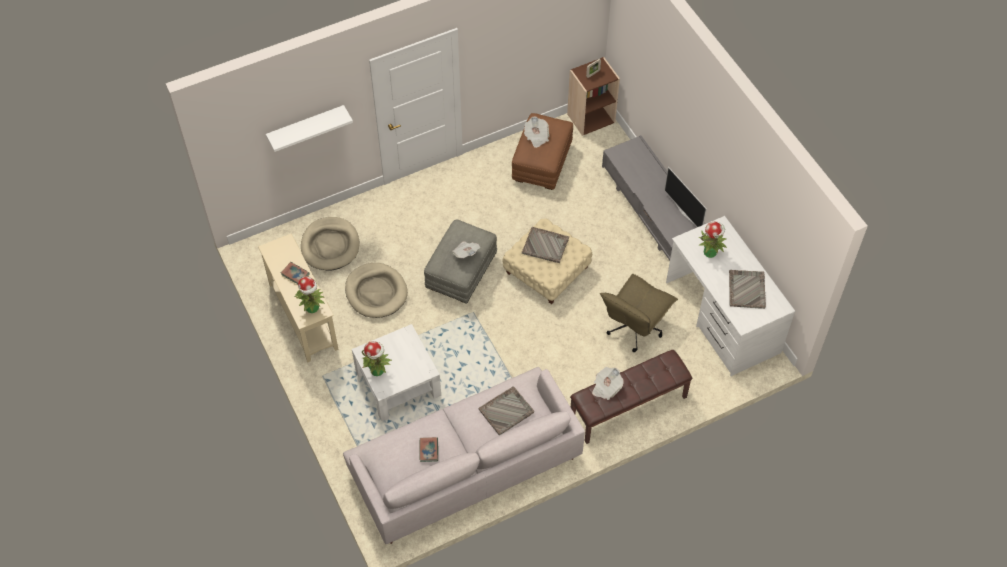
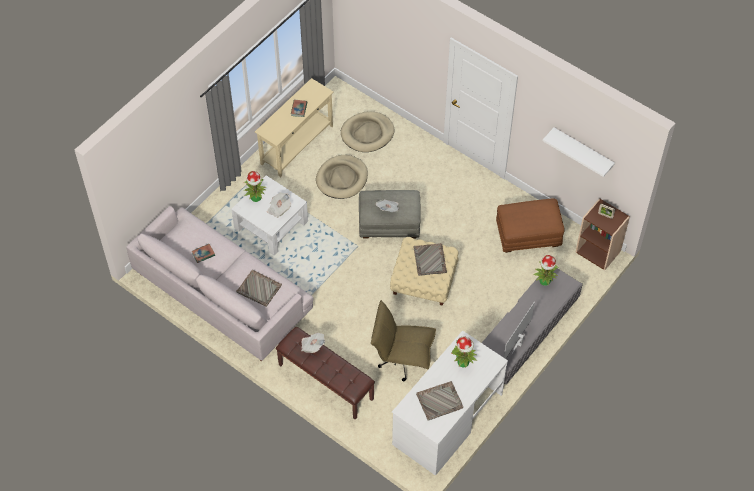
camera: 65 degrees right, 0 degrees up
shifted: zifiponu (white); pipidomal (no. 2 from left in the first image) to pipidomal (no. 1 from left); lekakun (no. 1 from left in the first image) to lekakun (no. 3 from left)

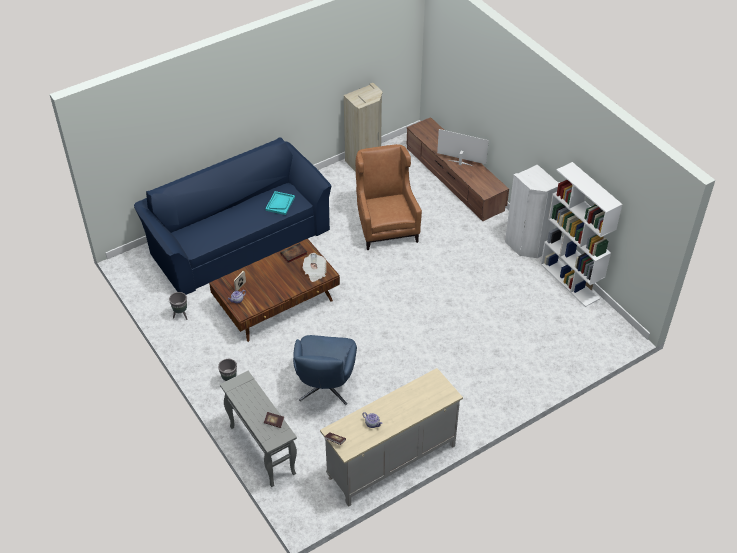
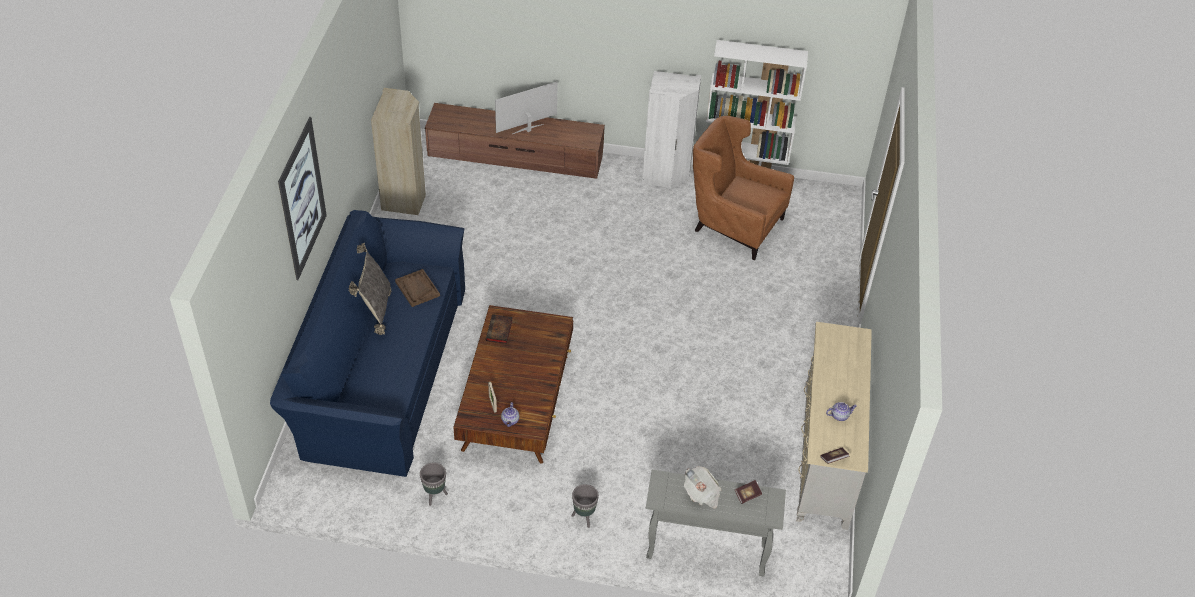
camera: 50 degrees left, 0 degrees up
gone: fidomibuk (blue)
new: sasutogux; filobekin
shifted: fidomibuk (brown); pipidomal
repainted: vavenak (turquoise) to vavenak (brown)

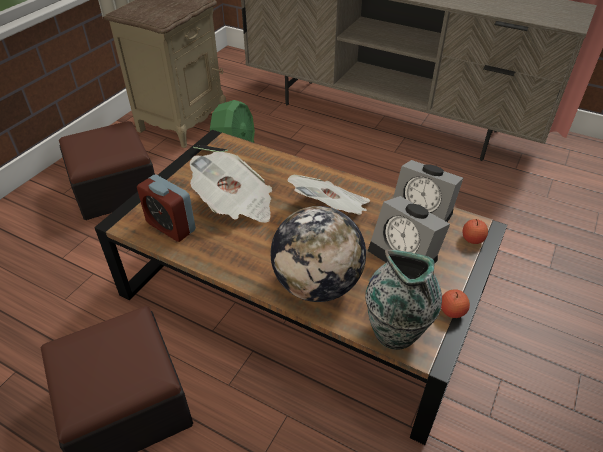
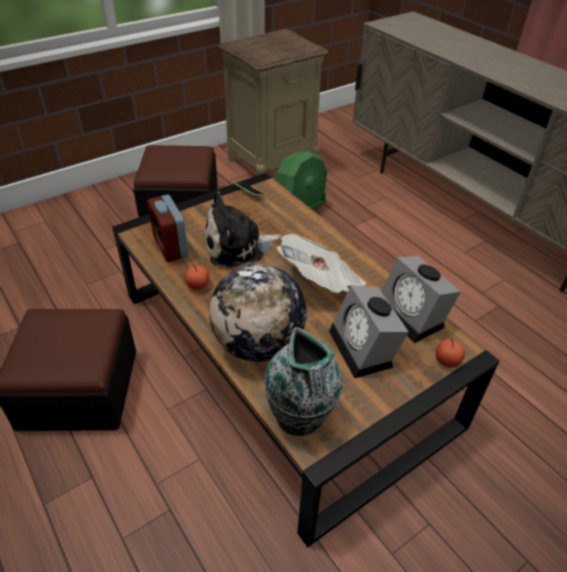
camera: 25 degrees right, 0 degrees up
shifted: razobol (no. 1 from left)
swapped: pipidomal (no. 1 from left) to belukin

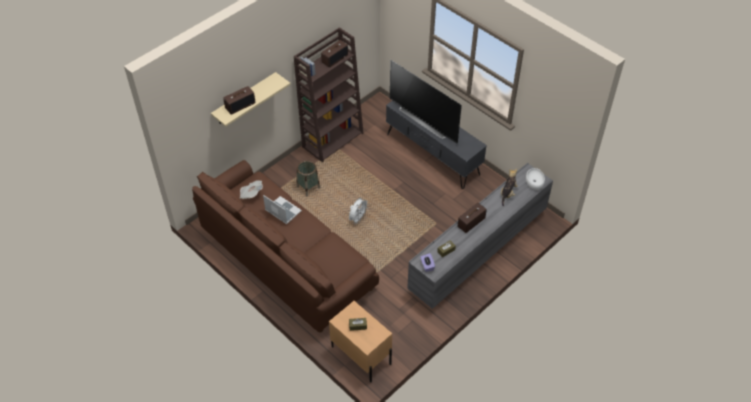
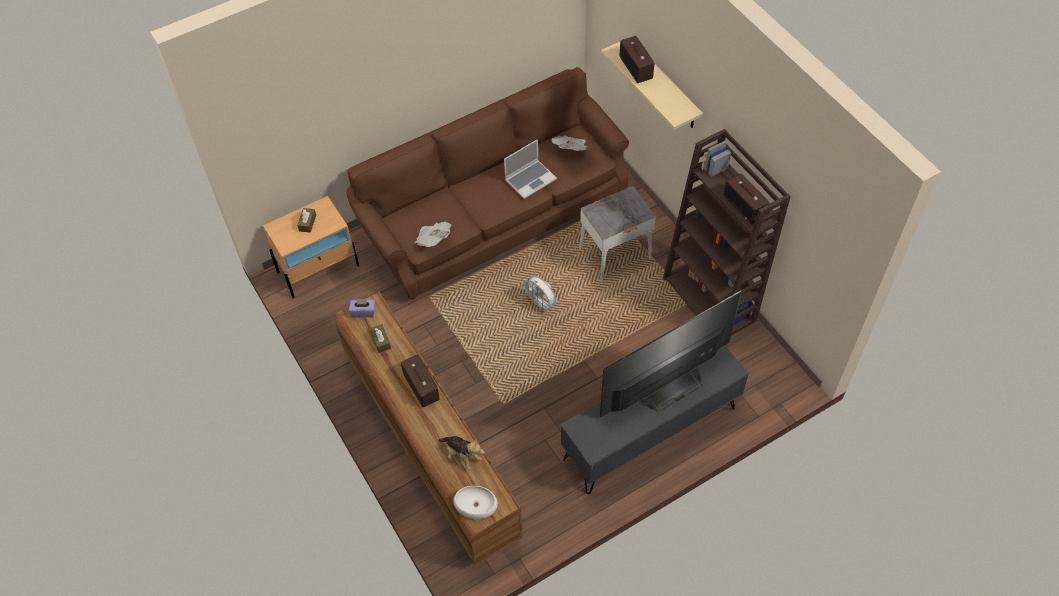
camera: 105 degrees right, 5 degrees up
new: pipidomal (no. 1 from left)
swapped: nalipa to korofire
repainted: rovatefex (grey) to rovatefex (brown)

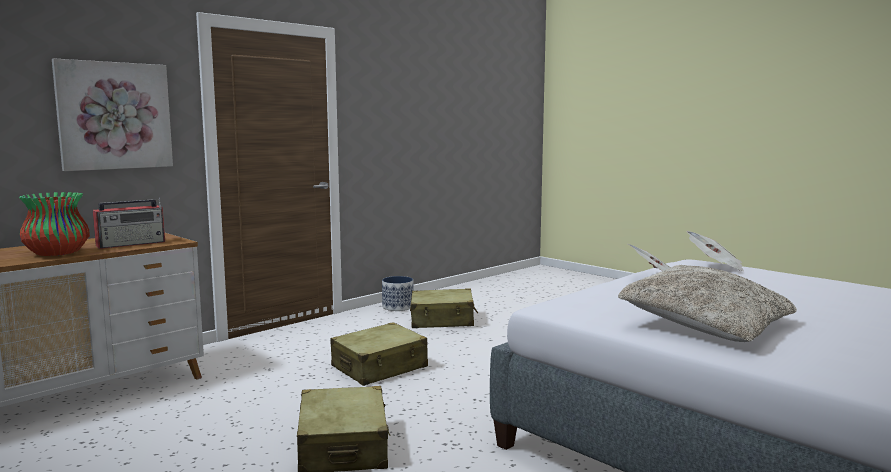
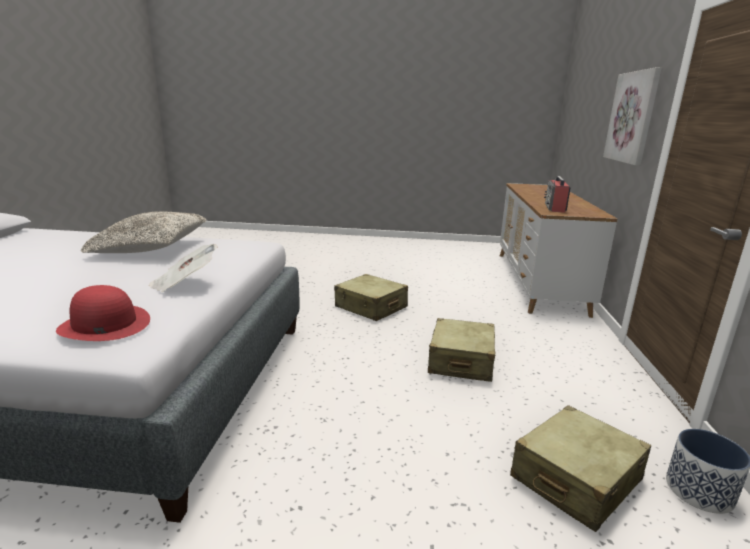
camera: 140 degrees right, 10 degrees up
gone: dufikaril
swapped: pipidomal (no. 2 from left) to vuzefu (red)

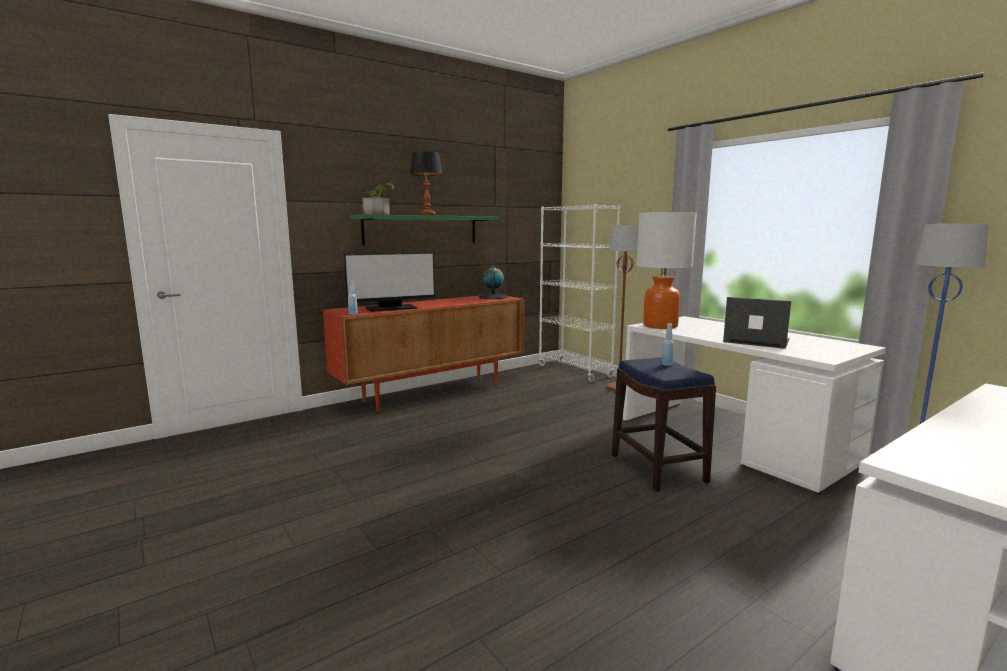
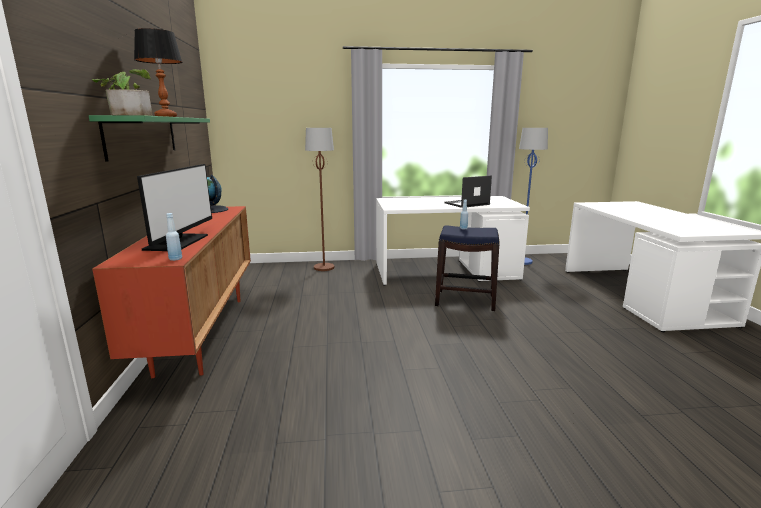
camera: 60 degrees left, 5 degrees up
gone: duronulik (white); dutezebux (no. 2 from left)

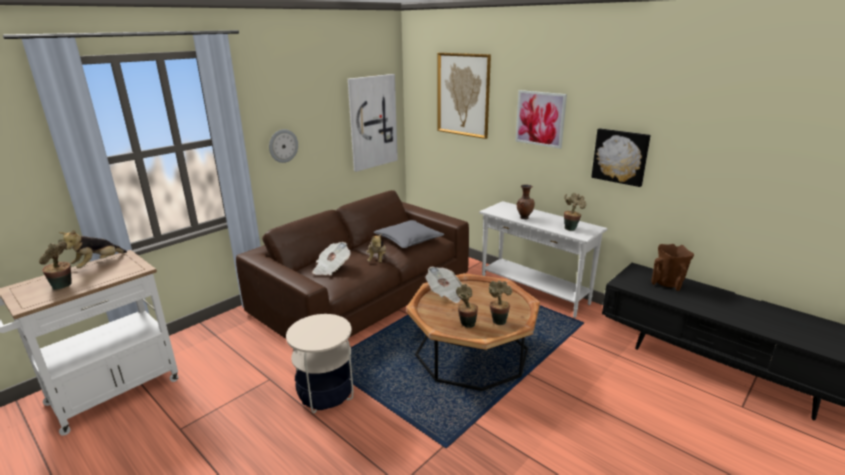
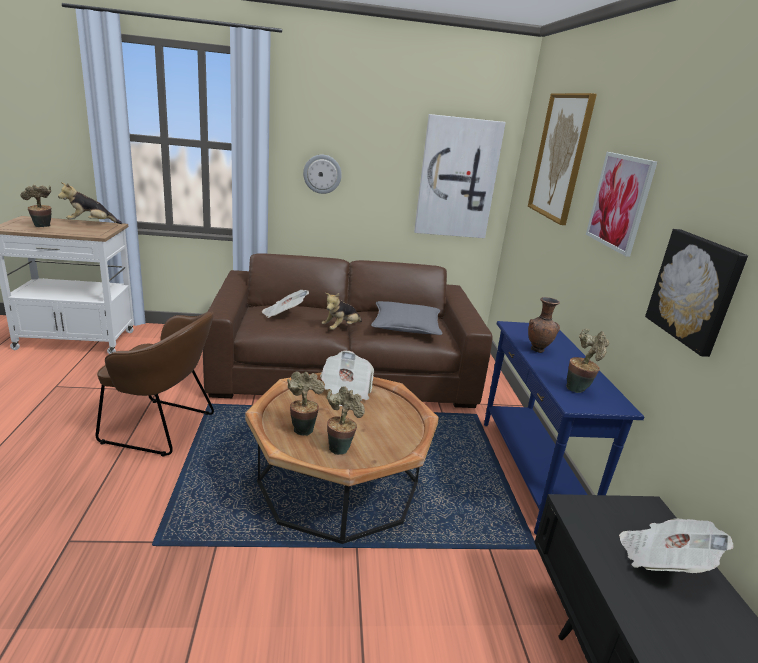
camera: 40 degrees right, 0 degrees up
swapped: dufikaril (brown) (no. 2 from left) to pipidomal (no. 3 from left); korofire (beige) to fidomibuk (brown)
repainted: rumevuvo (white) to rumevuvo (blue)

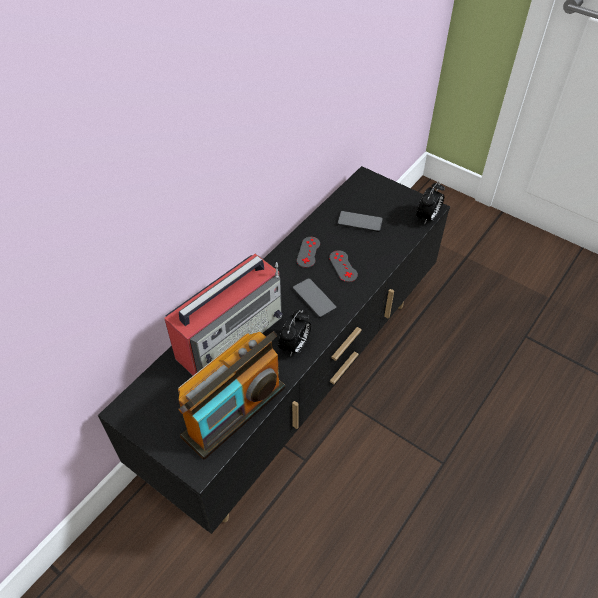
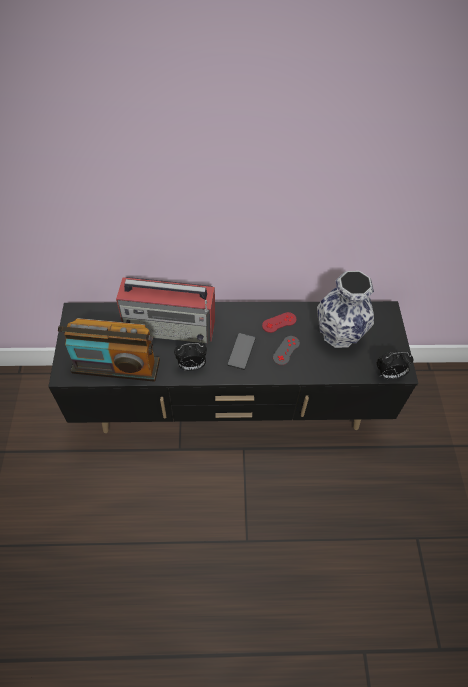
camera: 50 degrees right, 5 degrees up
swapped: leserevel (no. 2 from left) to dufikaril
repainted: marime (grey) (no. 1 from left) to marime (red)

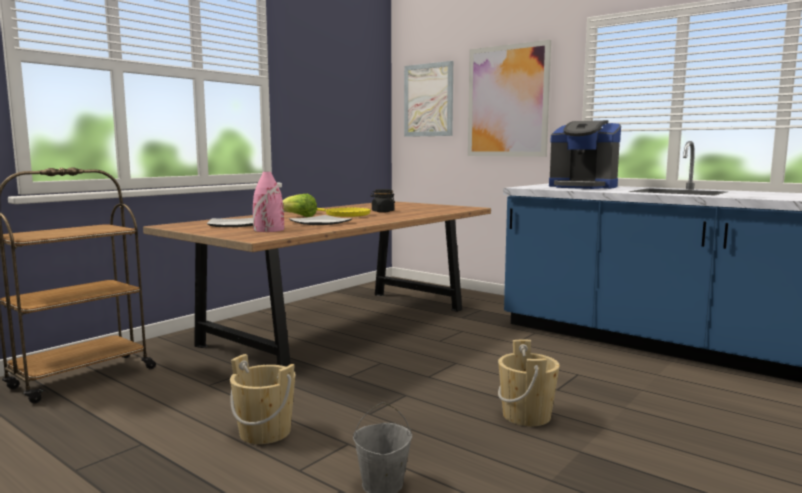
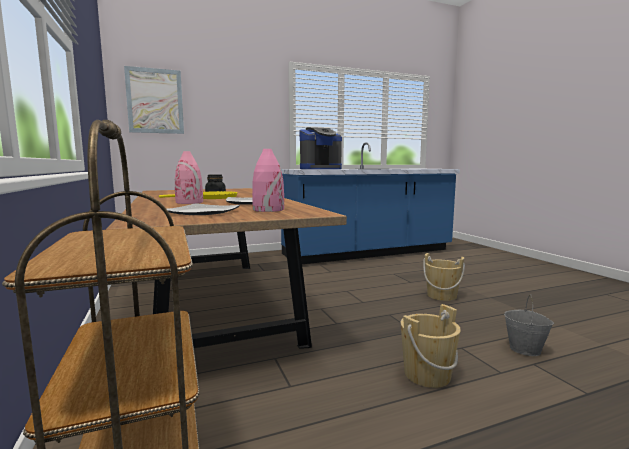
camera: 60 degrees left, 0 degrees up
gone: sasutogux (no. 2 from left)
swapped: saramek to dufikaril (pink) (no. 1 from left)

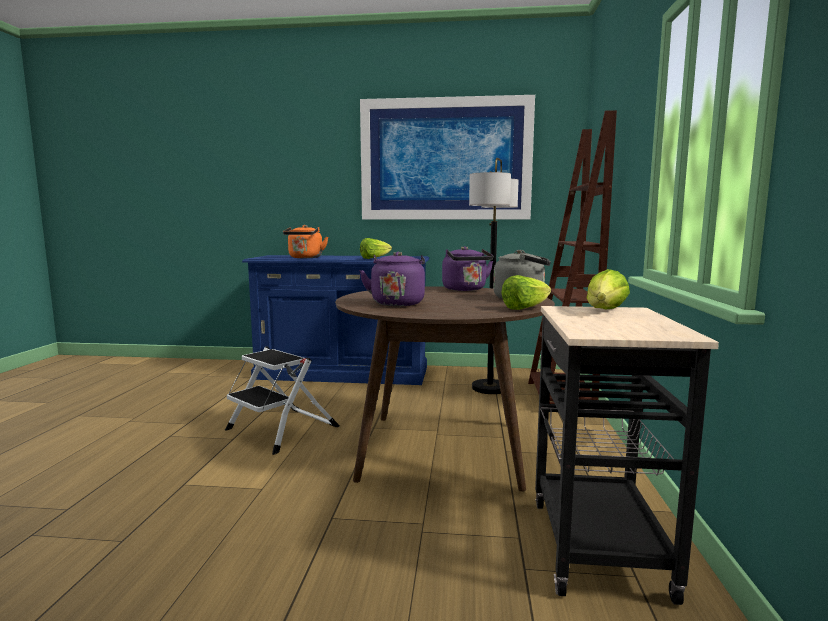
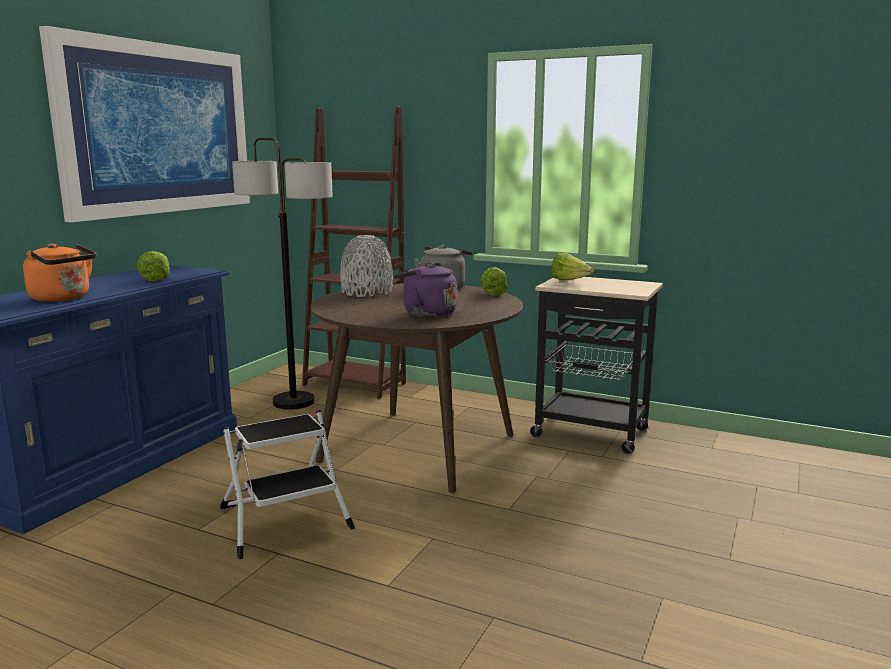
camera: 70 degrees left, 5 degrees up
swapped: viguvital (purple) (no. 2 from left) to dufikaril (grey)

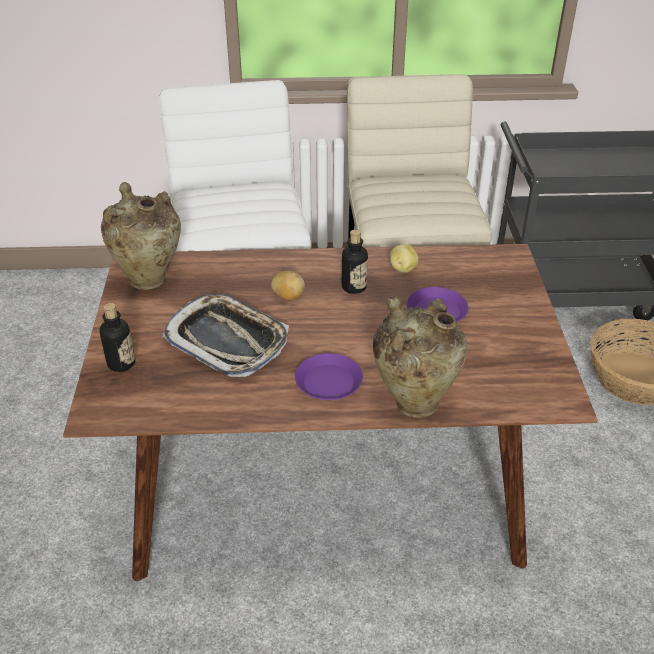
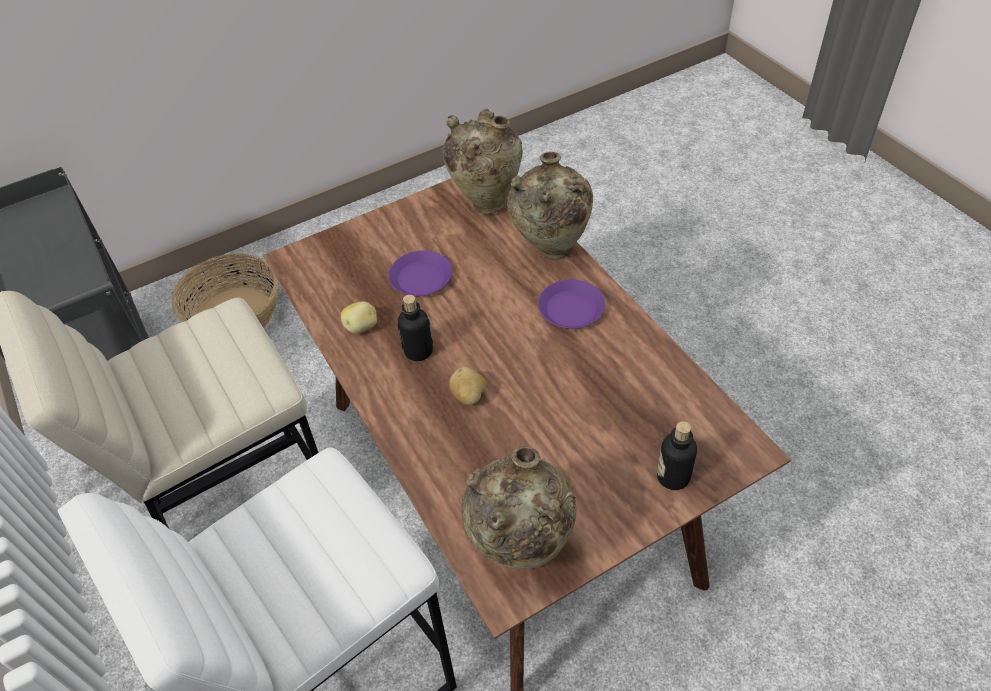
camera: 115 degrees left, 10 degrees up
gone: vavenak
new: dufikaril (beige) (no. 1 from left)

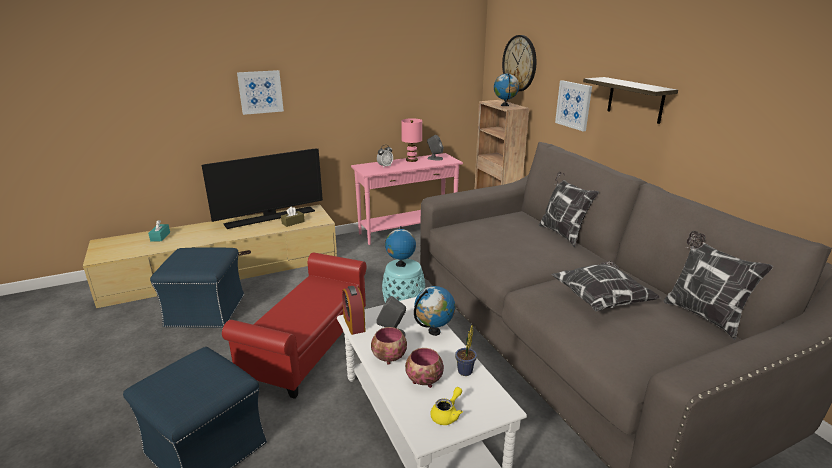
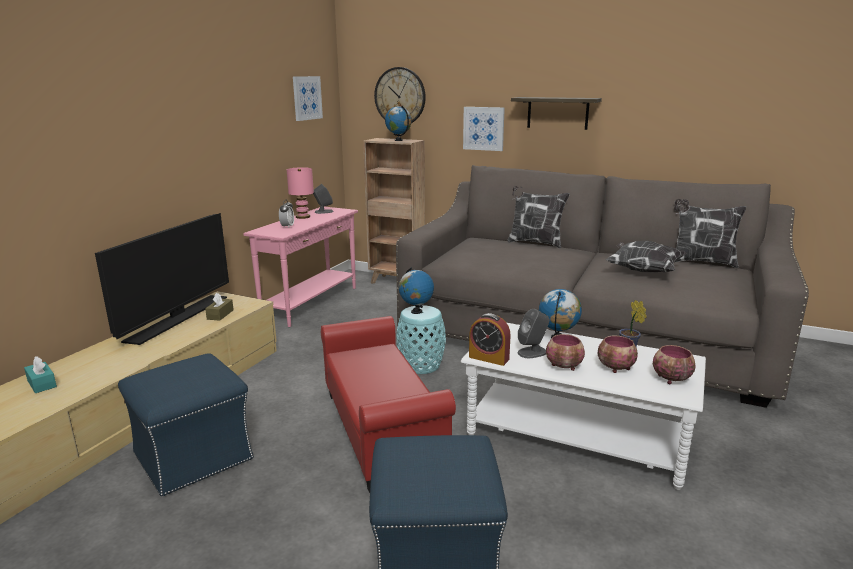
camera: 40 degrees left, 5 degrees down
shifted: sasutogux (no. 1 from left)
swapped: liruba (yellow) to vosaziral (no. 3 from left)

